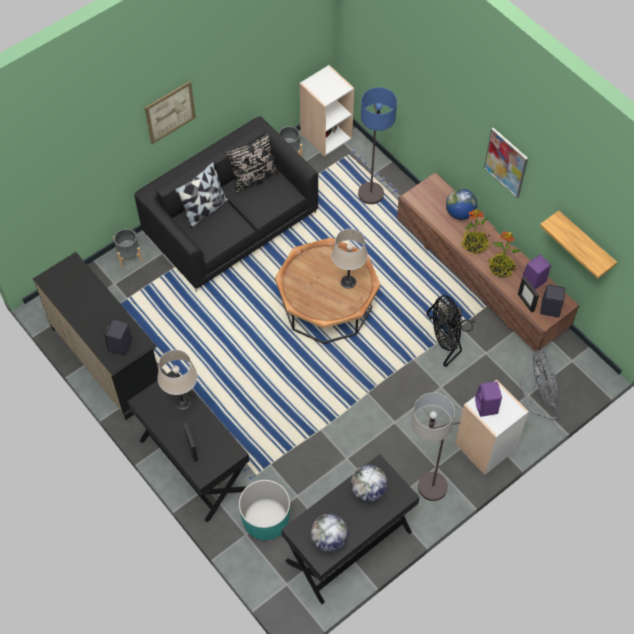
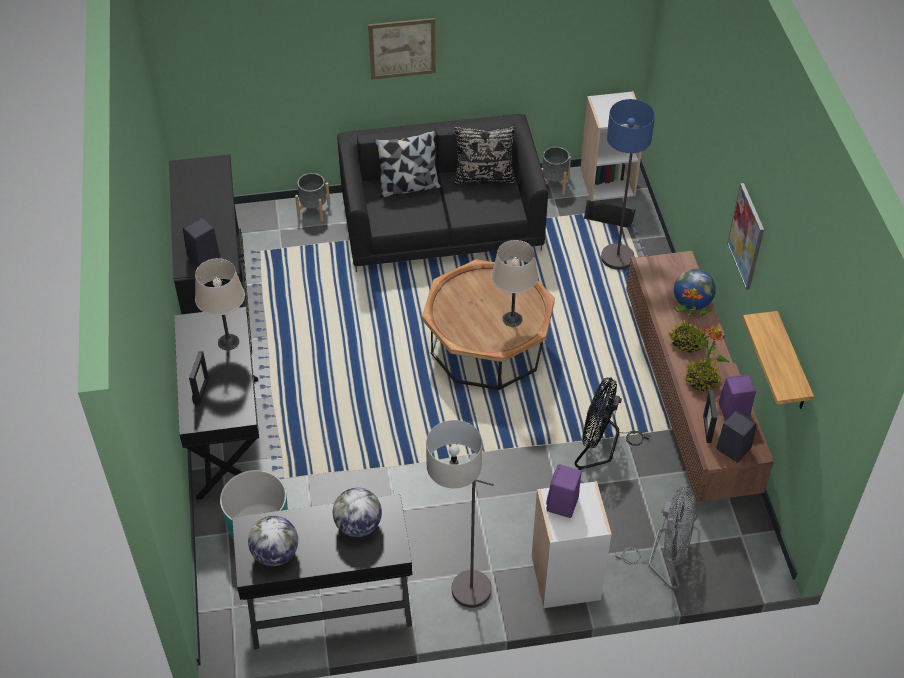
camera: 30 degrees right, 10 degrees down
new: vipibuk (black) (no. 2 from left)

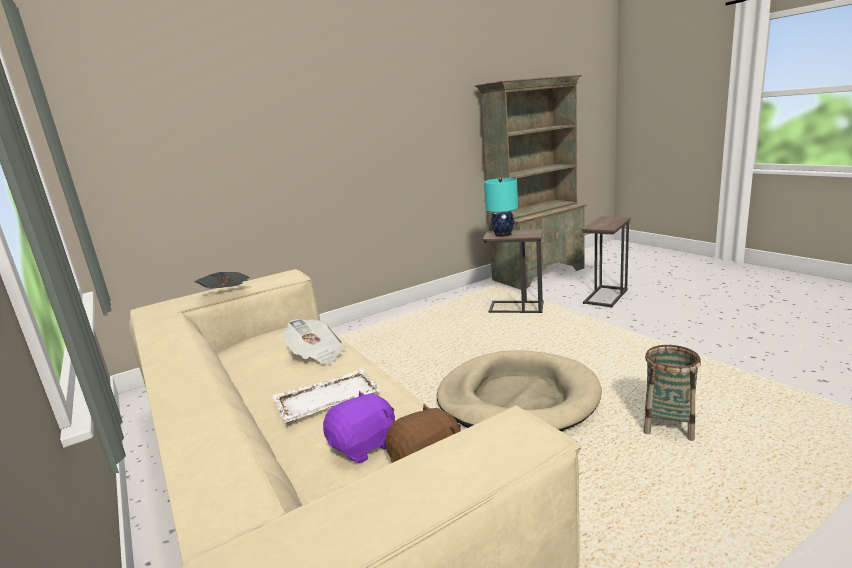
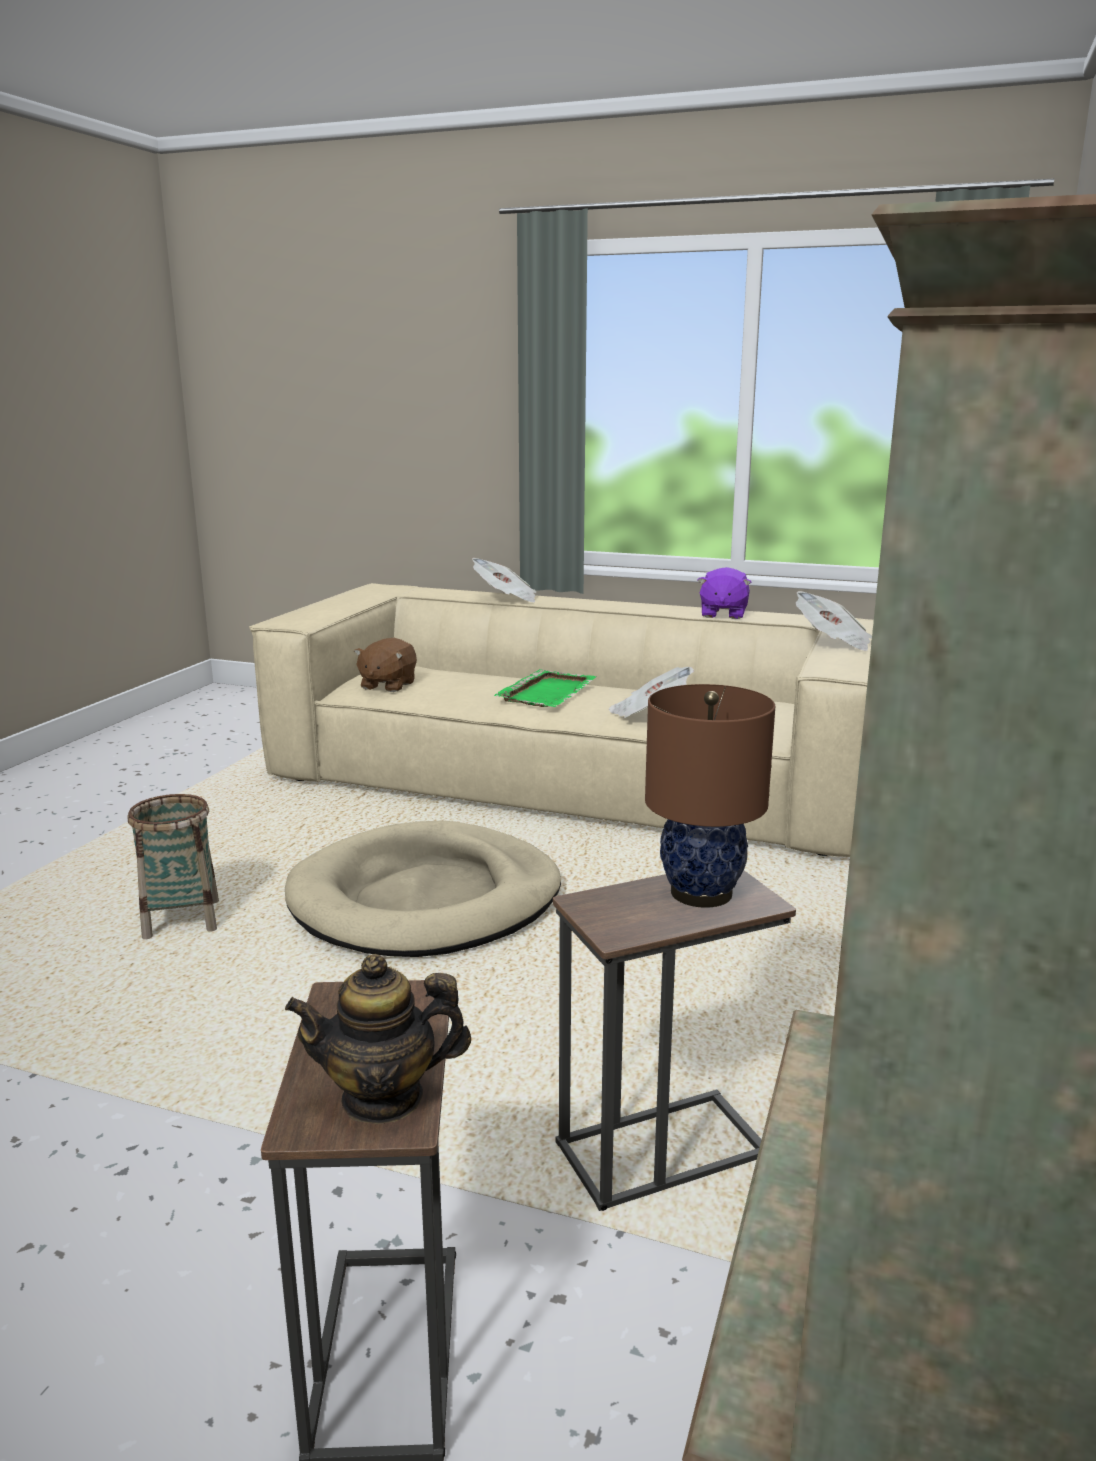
camera: 140 degrees right, 0 degrees up
new: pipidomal (no. 1 from left); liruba
shifted: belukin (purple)
repainted: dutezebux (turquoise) to dutezebux (brown); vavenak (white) to vavenak (green)

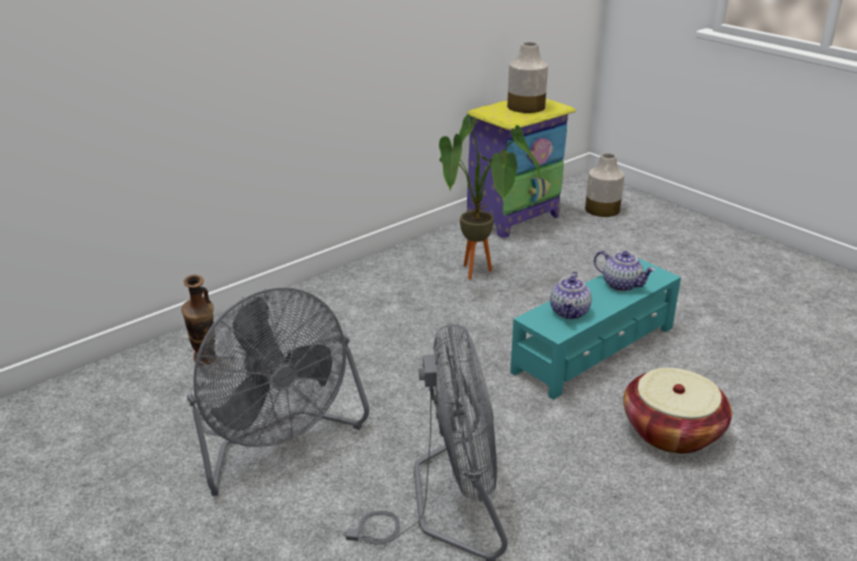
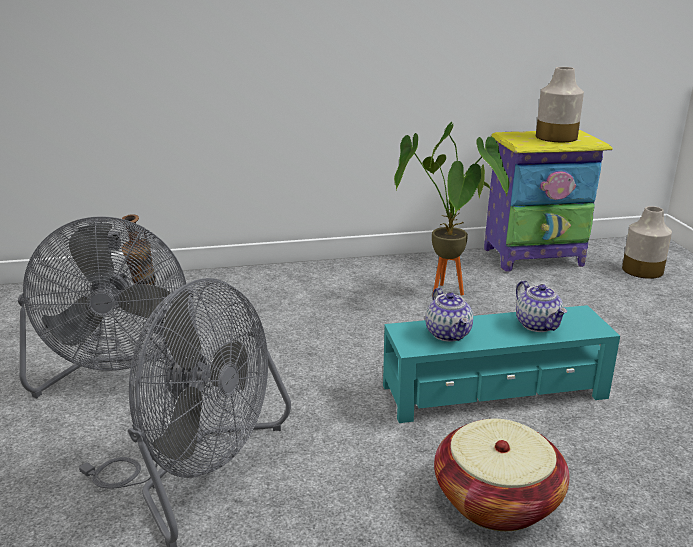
camera: 30 degrees right, 5 degrees down
rotated: liruba (no. 1 from left) 60 degrees counterclockwise

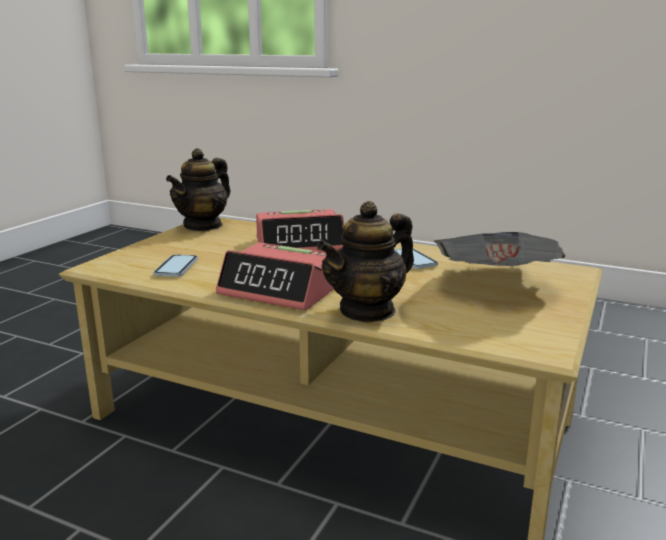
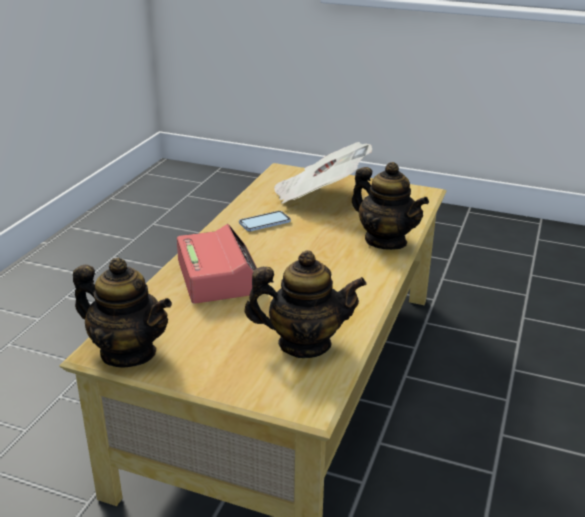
camera: 95 degrees left, 10 degrees up
gone: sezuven (no. 1 from left)
swapped: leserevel (no. 1 from left) to liruba (no. 2 from left)

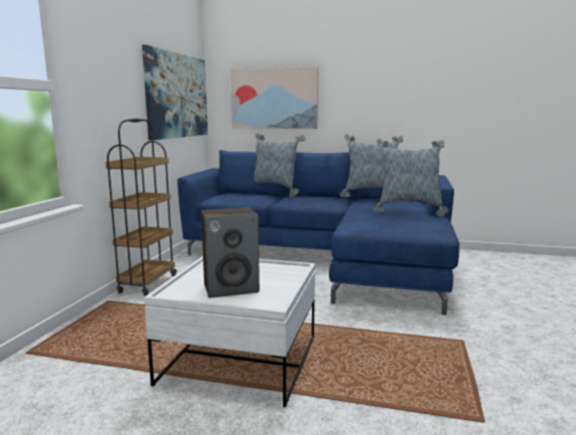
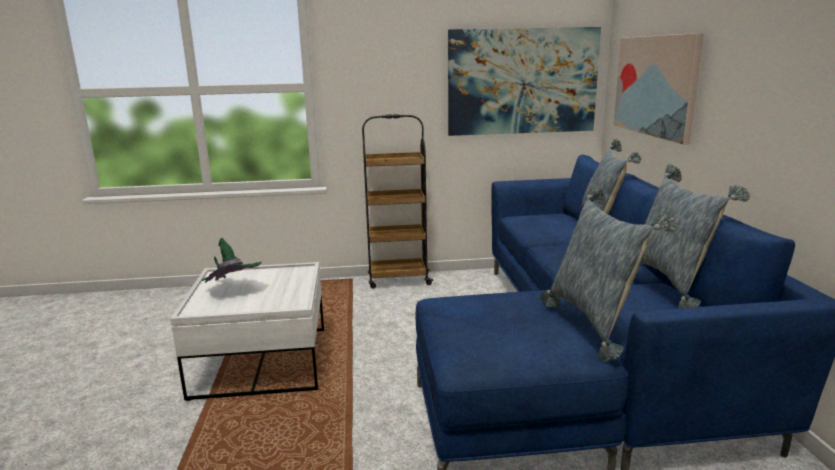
camera: 70 degrees right, 5 degrees up
swapped: vipibuk to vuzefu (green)

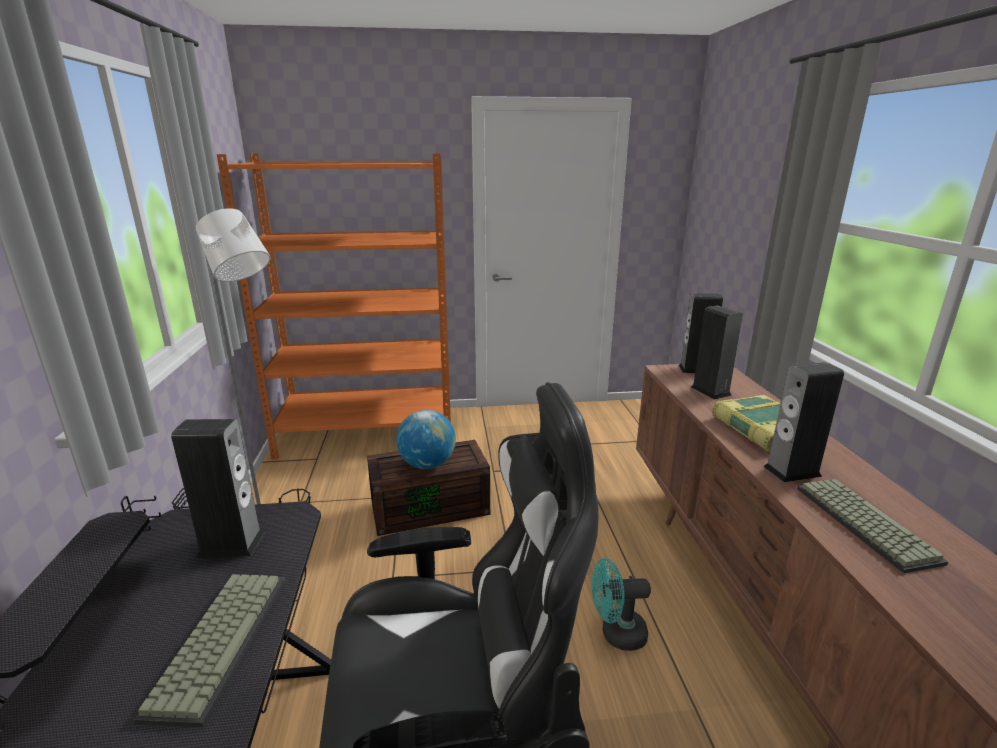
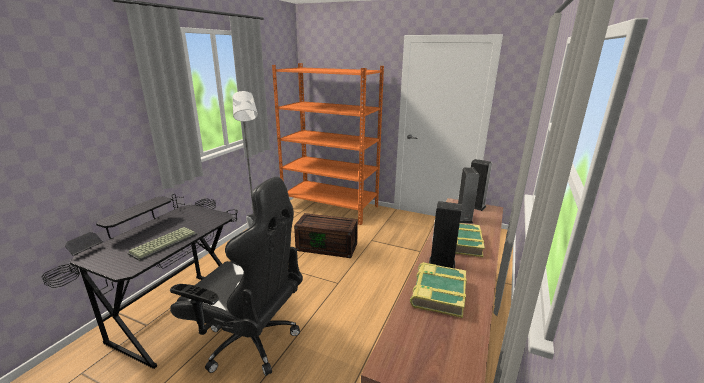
camera: 30 degrees right, 0 degrees up
gone: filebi; vipibuk (no. 1 from left); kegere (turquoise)
swapped: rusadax (no. 2 from left) to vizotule (no. 1 from left)

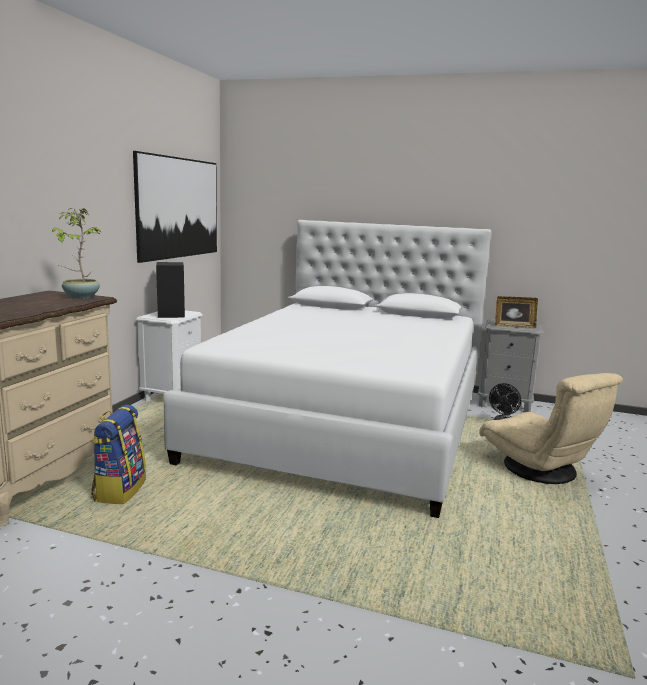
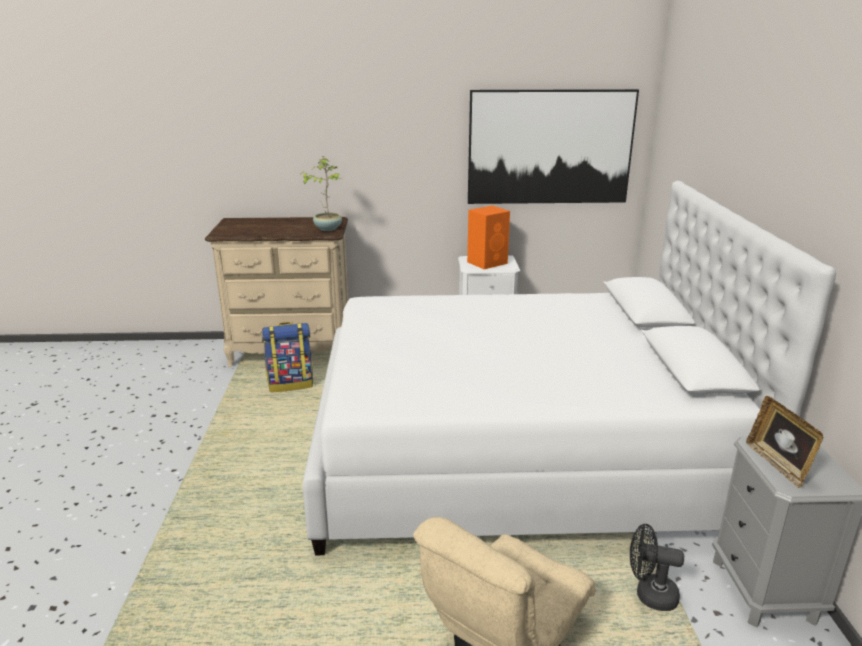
camera: 70 degrees right, 10 degrees up
repainted: vipibuk (black) to vipibuk (orange)

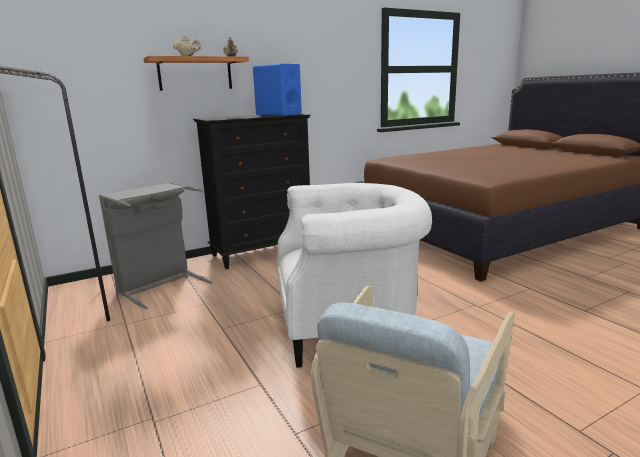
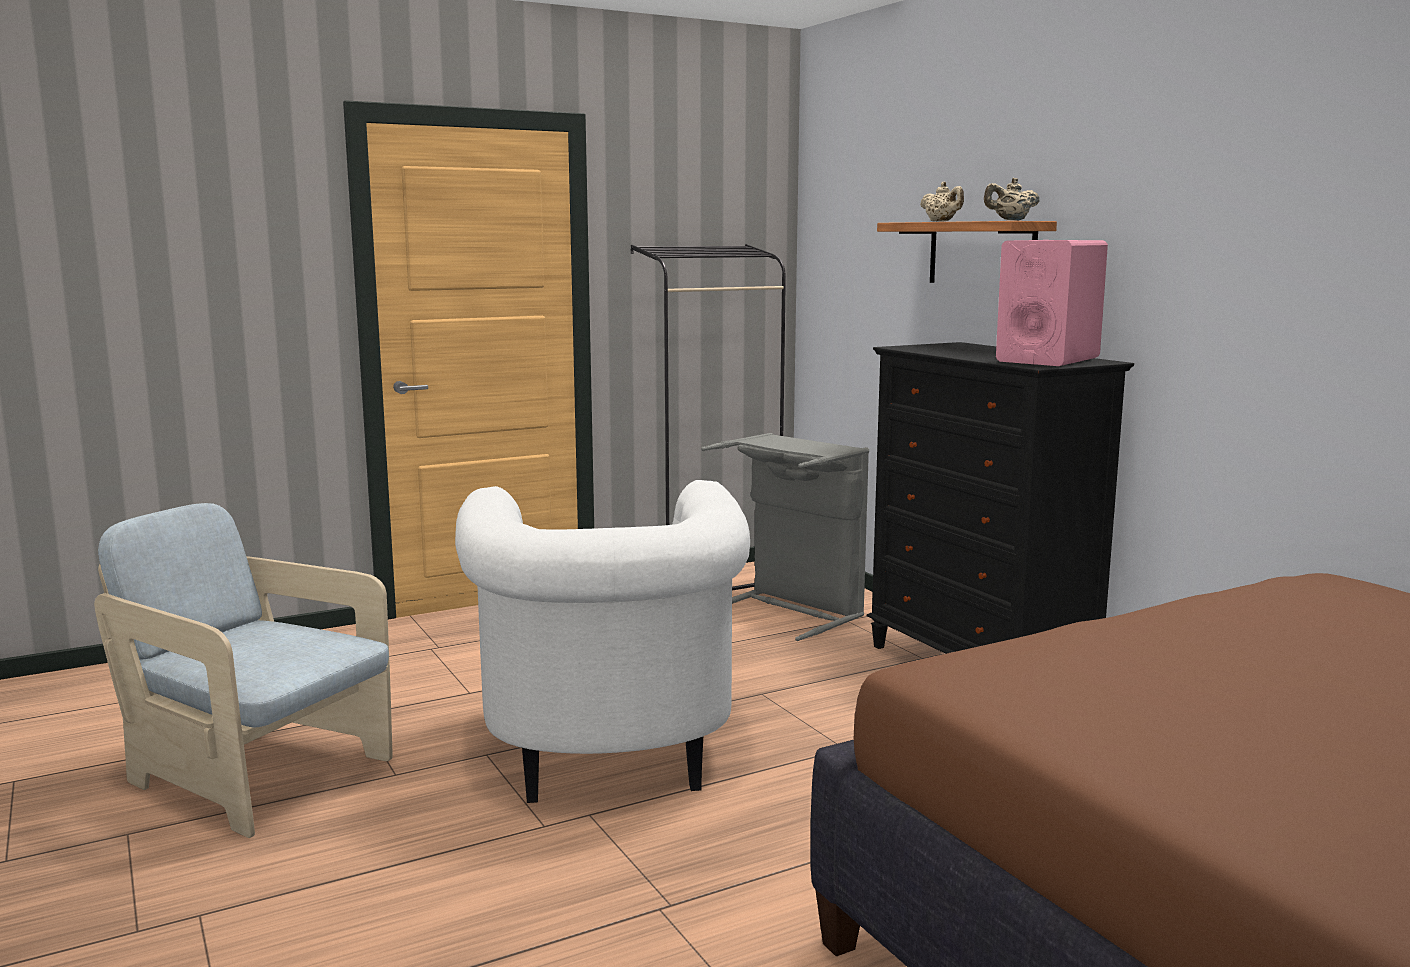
camera: 90 degrees right, 5 degrees down
repainted: vipibuk (blue) to vipibuk (pink)

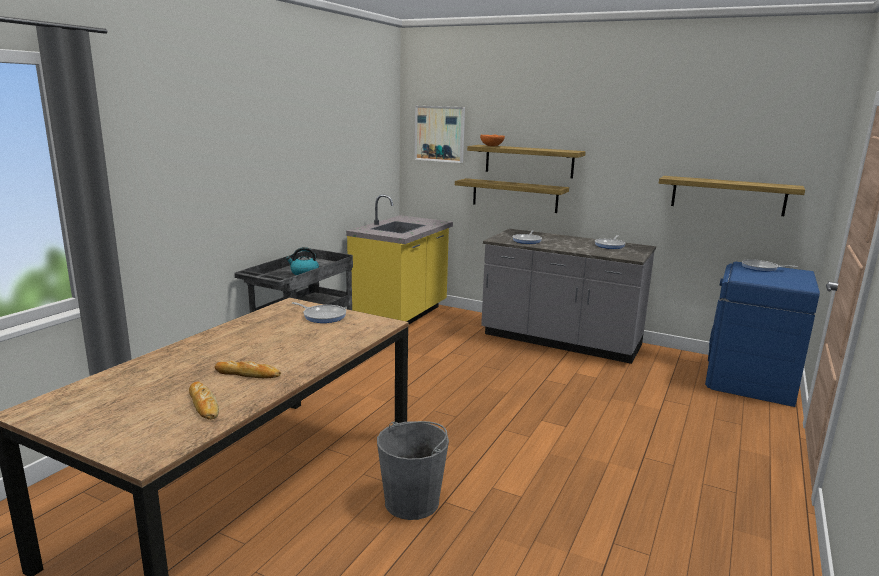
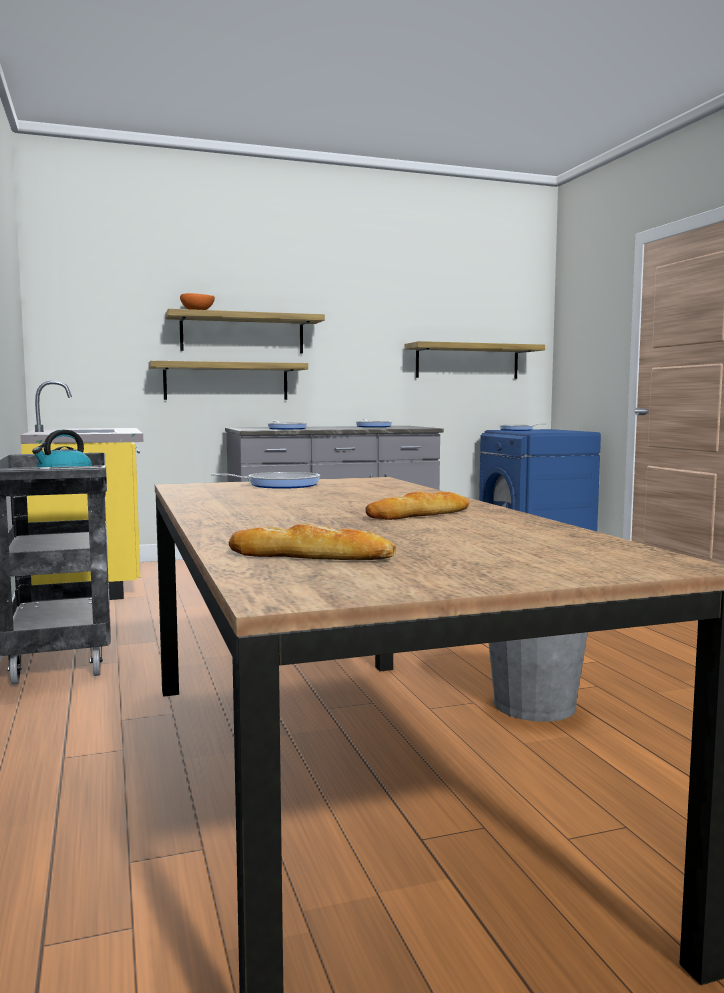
camera: 45 degrees left, 10 degrees down
gone: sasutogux
shifted: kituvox (no. 1 from left)

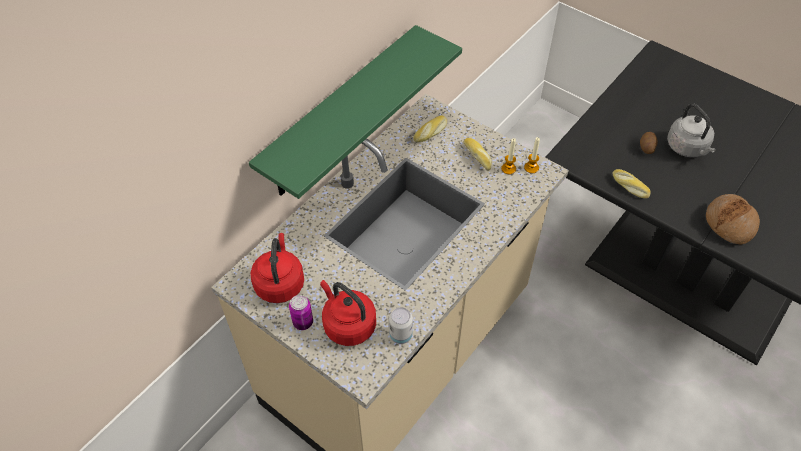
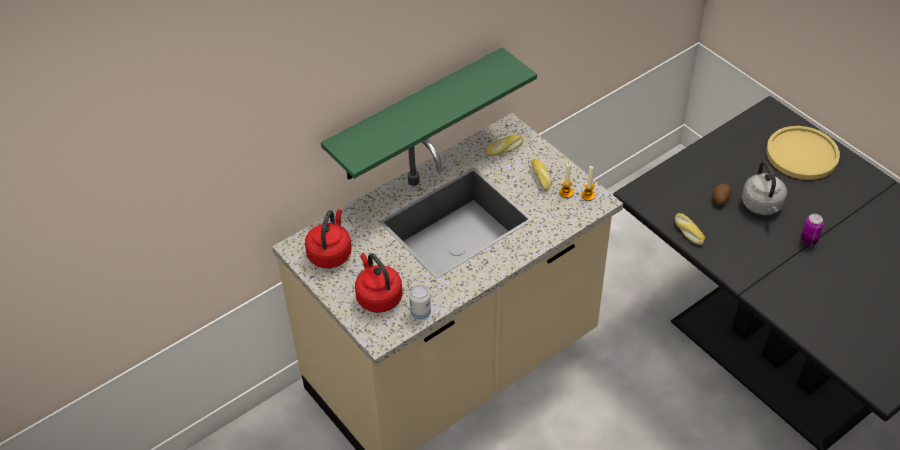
camera: 15 degrees right, 5 degrees down
gone: kituvox (no. 4 from left)
new: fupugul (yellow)
shifted: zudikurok (no. 1 from left in the first image) to zudikurok (no. 2 from left)

